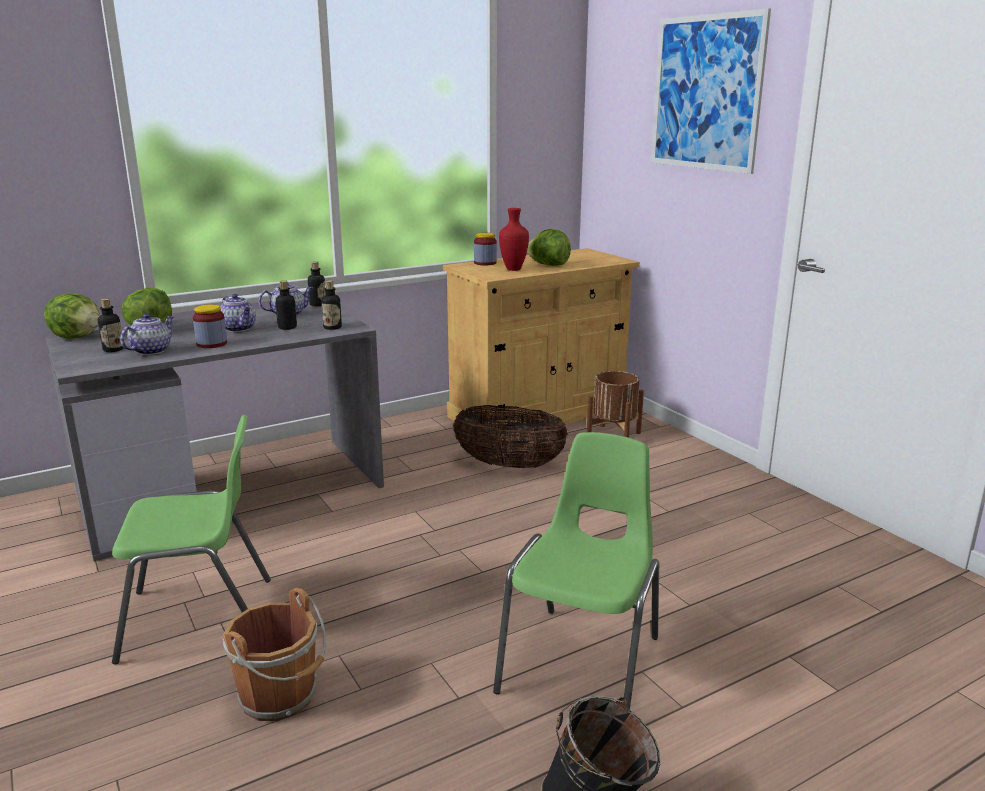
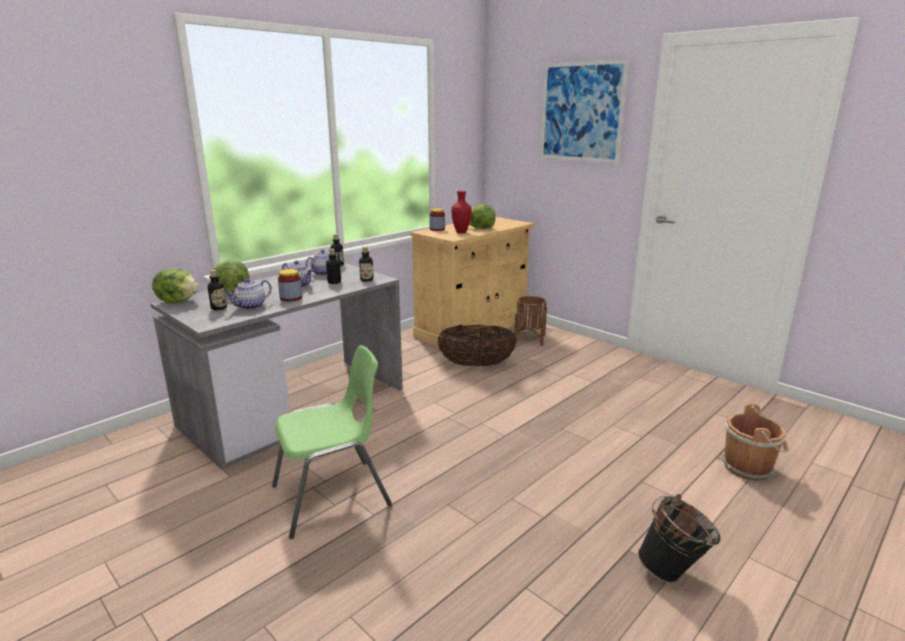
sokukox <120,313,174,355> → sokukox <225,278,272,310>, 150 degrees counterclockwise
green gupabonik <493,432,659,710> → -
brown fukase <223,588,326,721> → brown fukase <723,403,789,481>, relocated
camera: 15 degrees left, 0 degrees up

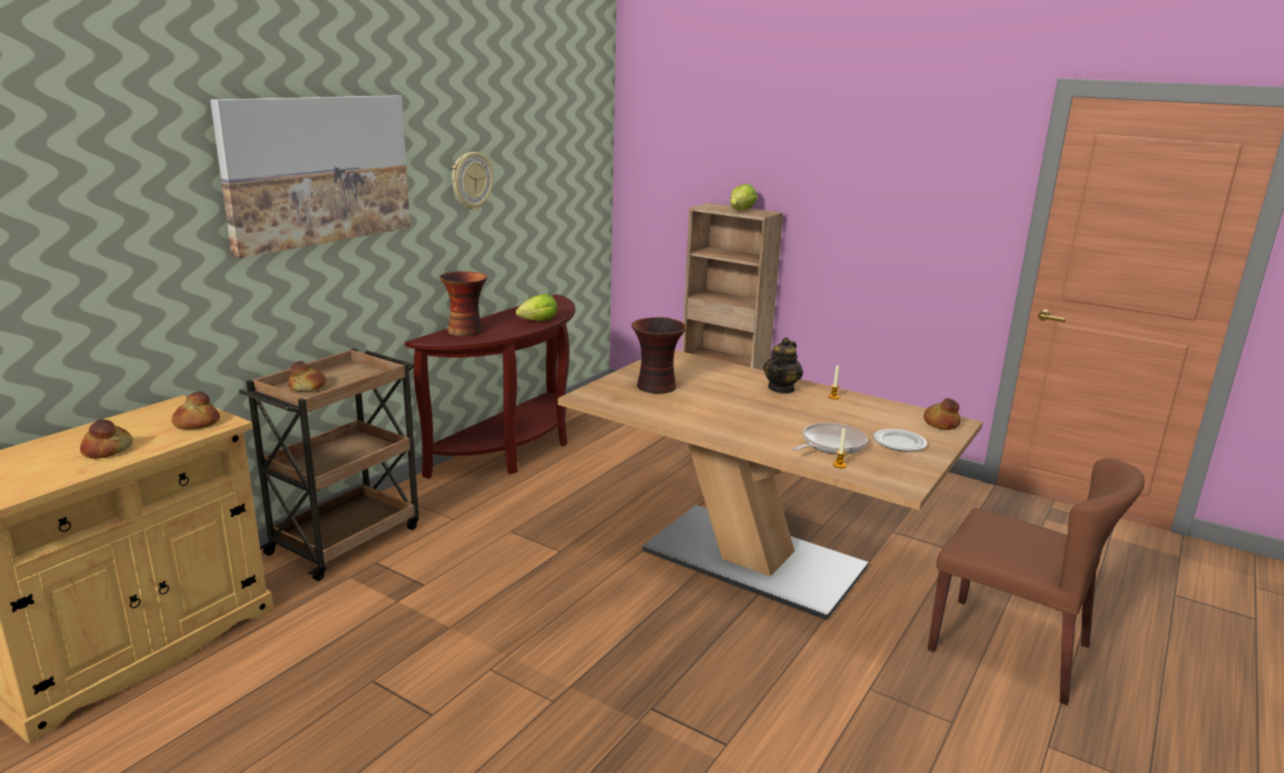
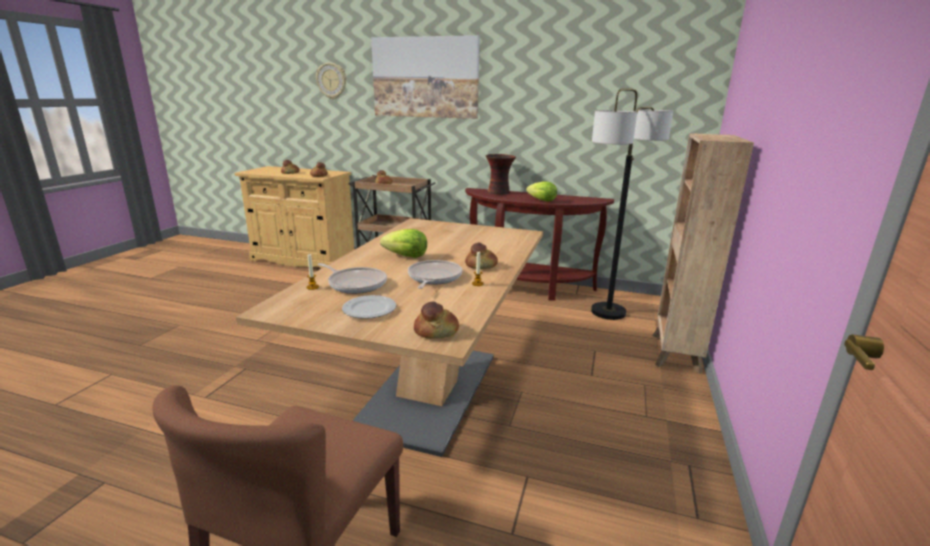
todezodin <452,152,493,210> → todezodin <316,63,346,99>, relocated
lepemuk <730,184,757,210> → lepemuk <380,229,427,258>, relocated
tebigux <631,317,686,394> → -
sokukox <763,337,803,394> → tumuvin <465,243,498,269>
- → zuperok <591,88,673,320>
- → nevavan <408,260,462,289>
camera: 75 degrees right, 0 degrees up

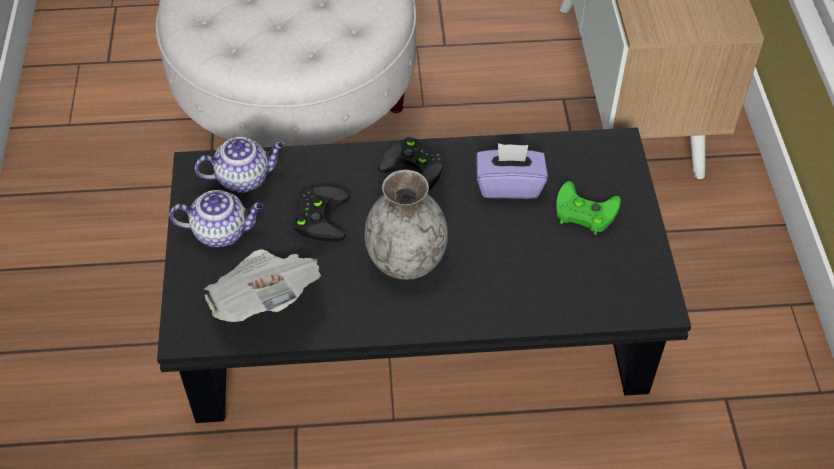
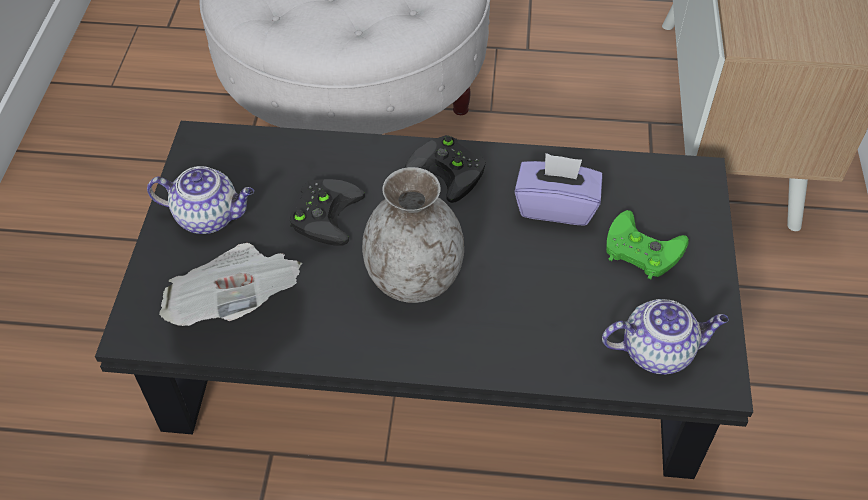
sokukox <195,137,284,193> → sokukox <602,299,729,375>, relocated
camera: 10 degrees right, 0 degrees up

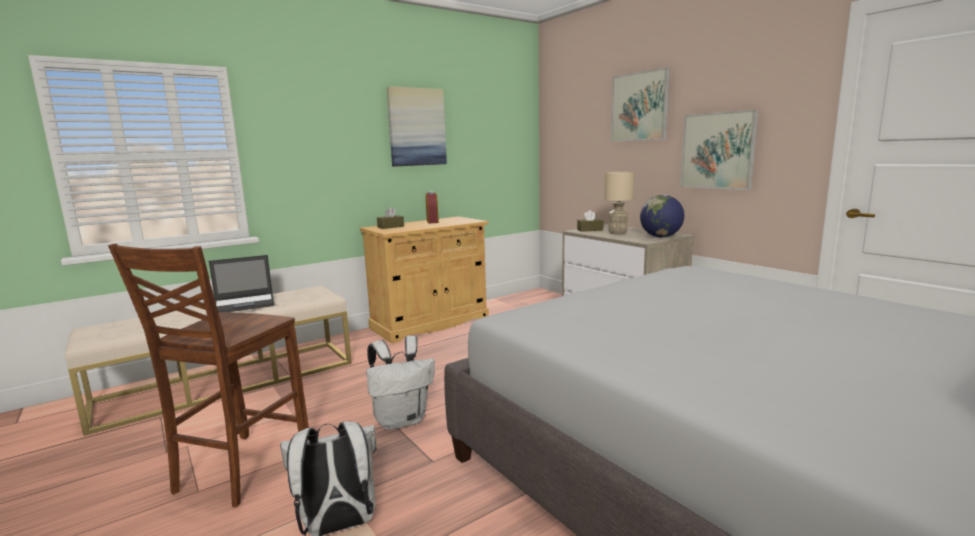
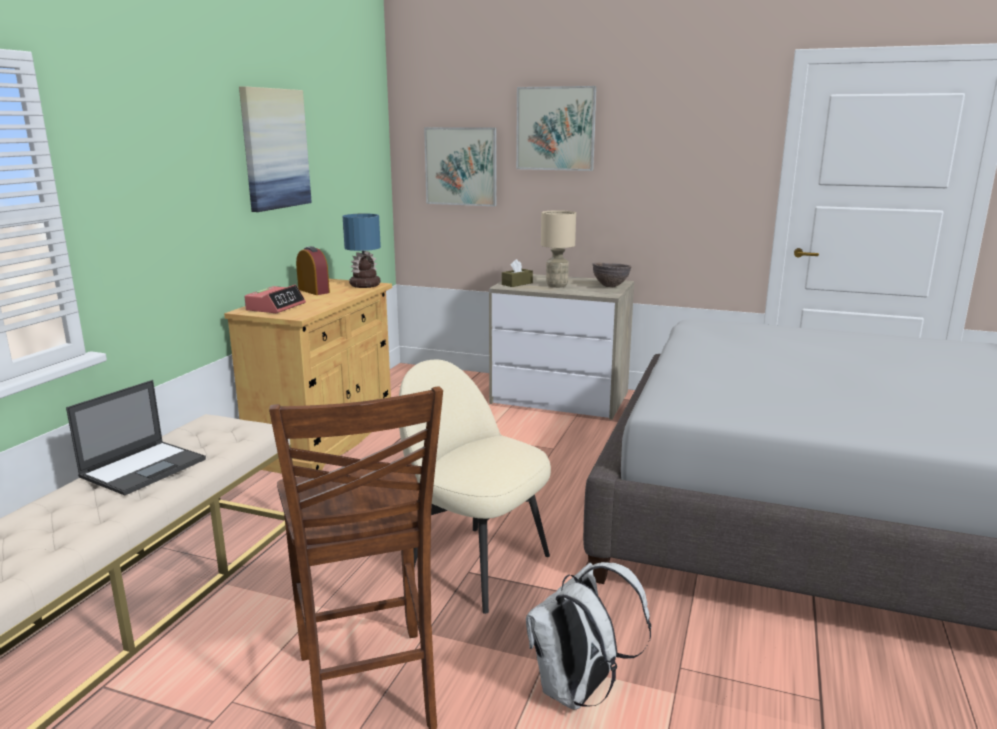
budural <680,109,758,190> → budural <424,127,497,206>, relocated
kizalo <640,195,684,237> → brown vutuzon <592,263,631,288>
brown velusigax <377,207,404,229> → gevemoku <244,285,306,313>
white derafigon <366,335,435,430> → beige gupabonik <399,360,551,614>
- → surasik <343,213,381,288>
camera: 35 degrees left, 5 degrees up

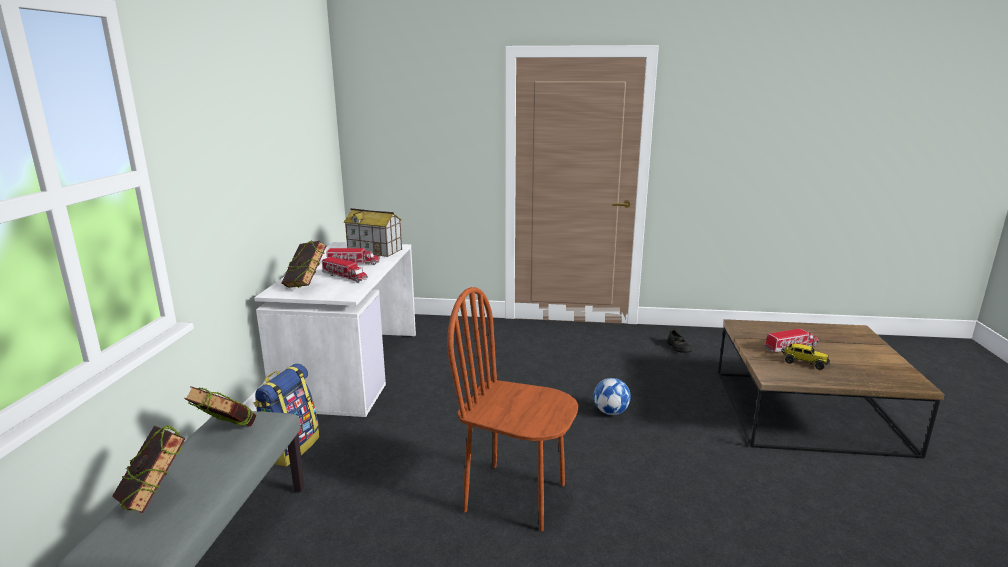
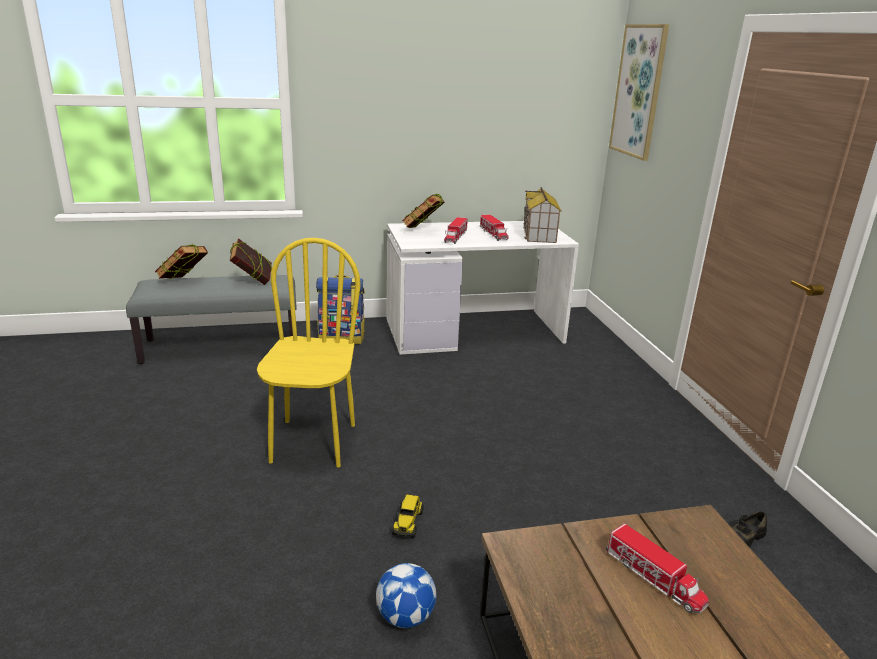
brown gupabonik <447,287,579,531> → yellow gupabonik <257,238,361,467>
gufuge <781,343,830,370> → gufuge <392,495,424,538>, relocated
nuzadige <594,378,631,415> → nuzadige <376,563,436,628>, relocated
- → budural <609,24,669,161>
camera: 70 degrees right, 5 degrees up

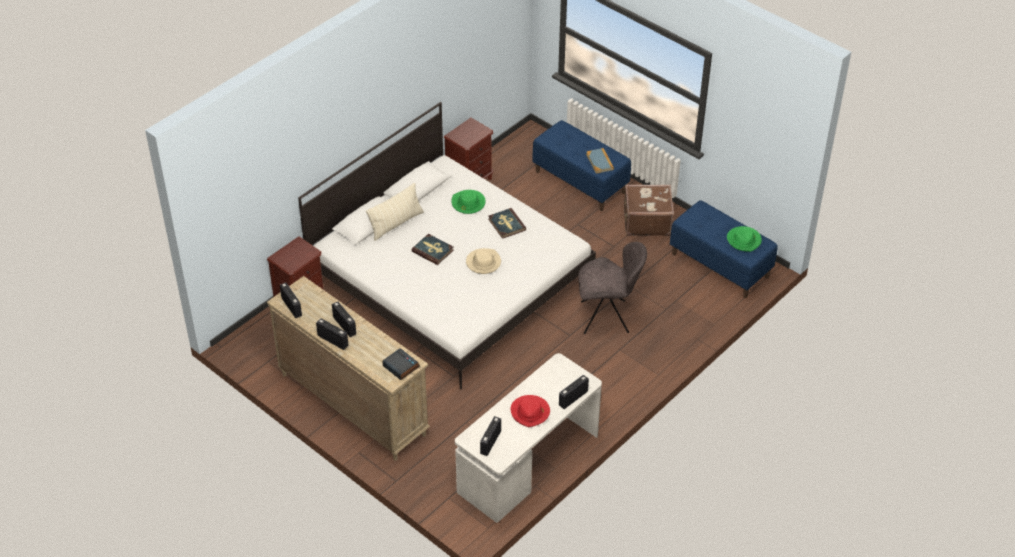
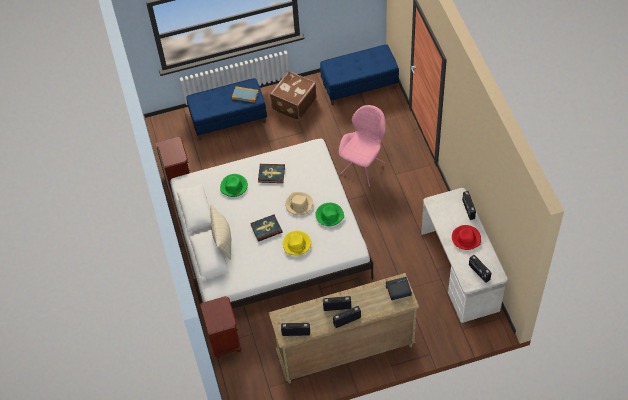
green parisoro <727,226,762,252> → green parisoro <315,203,344,226>, relocated
grey gupabonik <578,242,647,334> → pink gupabonik <339,105,386,187>
- → yellow parisoro <283,231,311,256>
camera: 55 degrees left, 10 degrees up

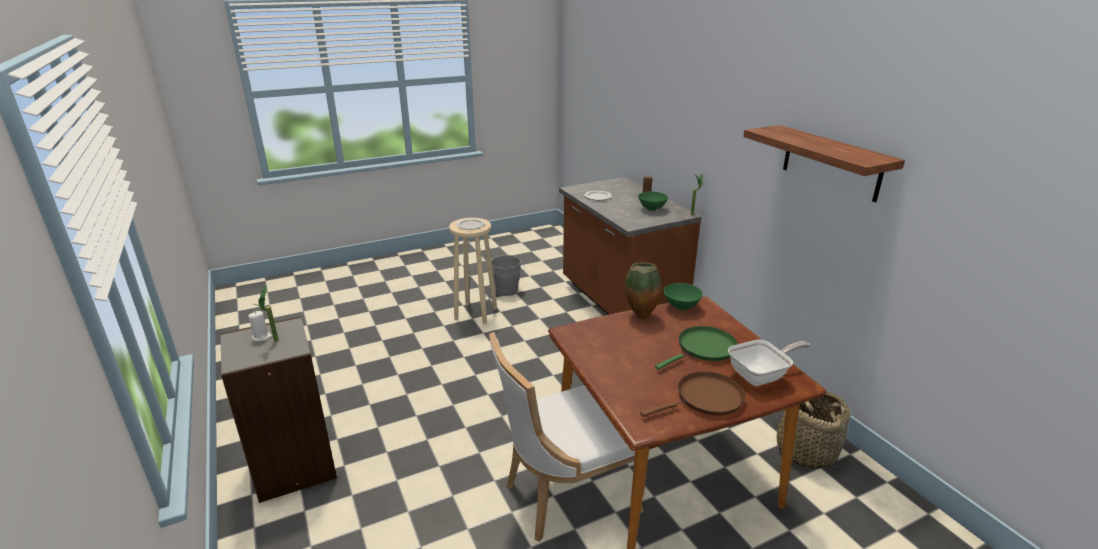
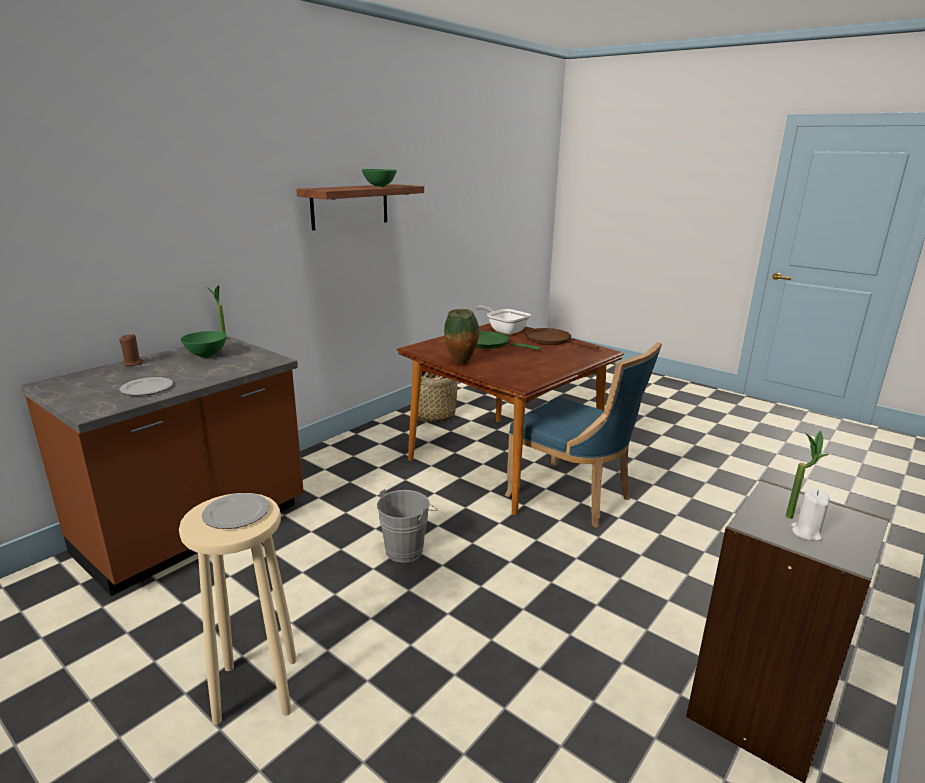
grey fukase <491,255,525,296> → grey fukase <377,489,438,563>, relocated
green vutuzon <664,283,703,310> → green vutuzon <362,169,397,187>, relocated
white gupabonik <489,332,647,542> → blue gupabonik <505,342,662,528>
camera: 115 degrees left, 5 degrees down

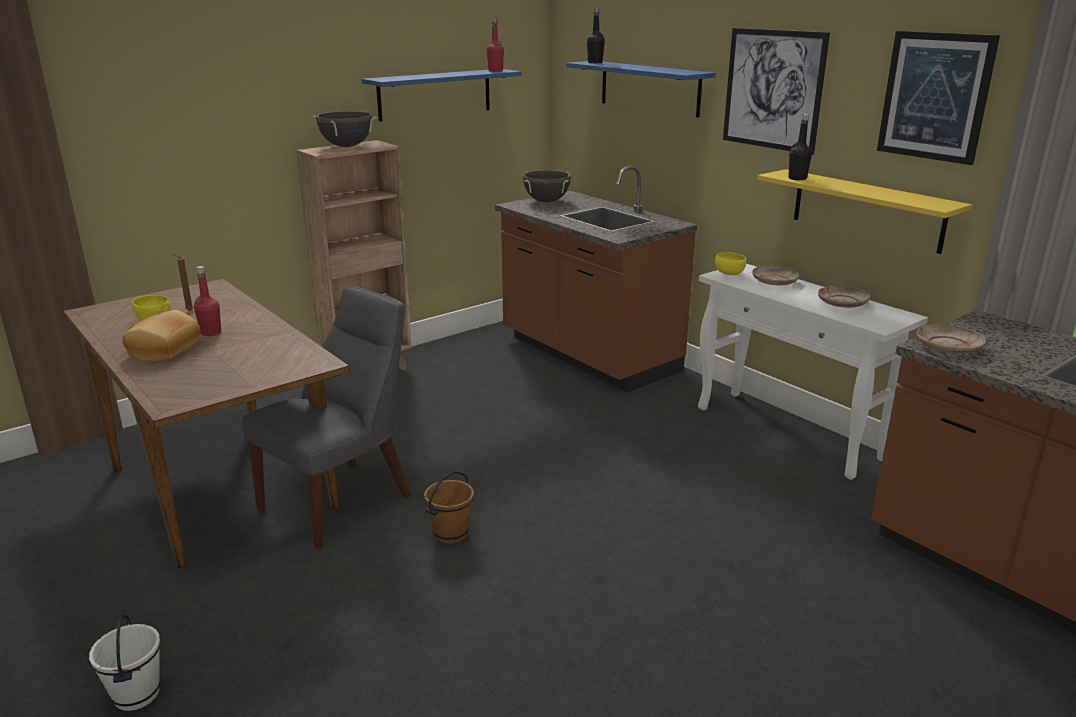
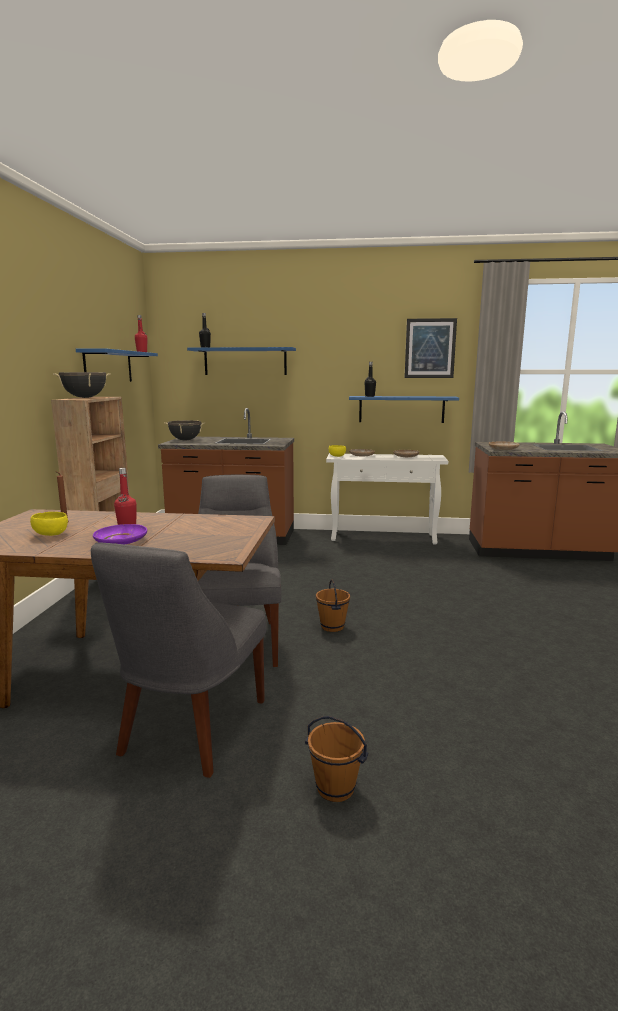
budural <723,28,830,155> → -
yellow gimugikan <757,169,972,254> → blue gimugikan <349,396,459,423>
tumuvin <123,310,201,361> → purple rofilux <93,524,147,544>
white fukase <89,615,160,711> → brown fukase <305,716,368,802>
- → grey gupabonik <91,542,266,778>
camera: 45 degrees left, 10 degrees down

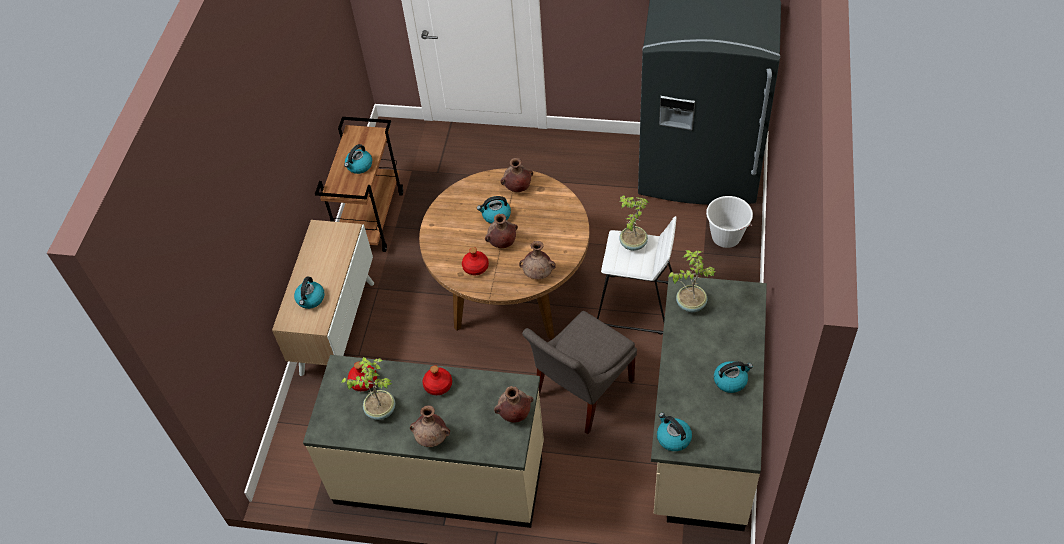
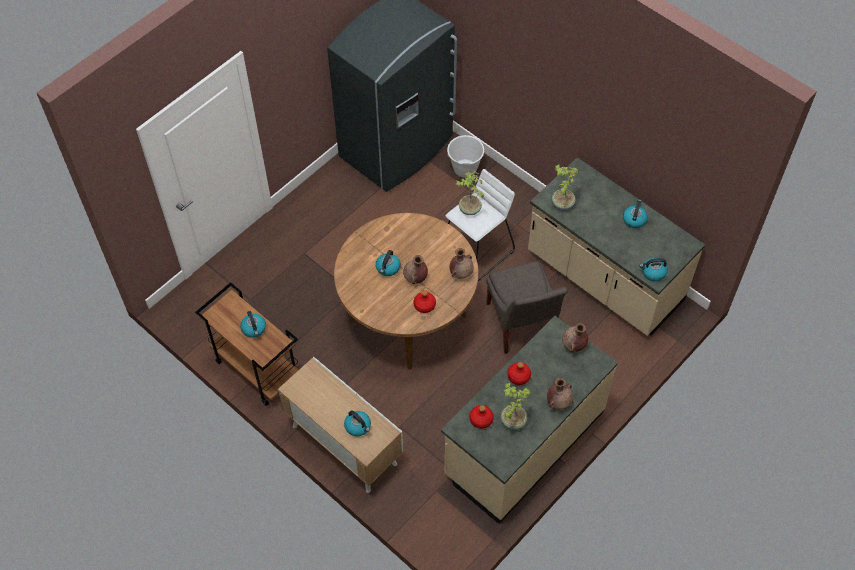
brown tebigux <500,158,533,192> → -
camera: 60 degrees left, 5 degrees up

